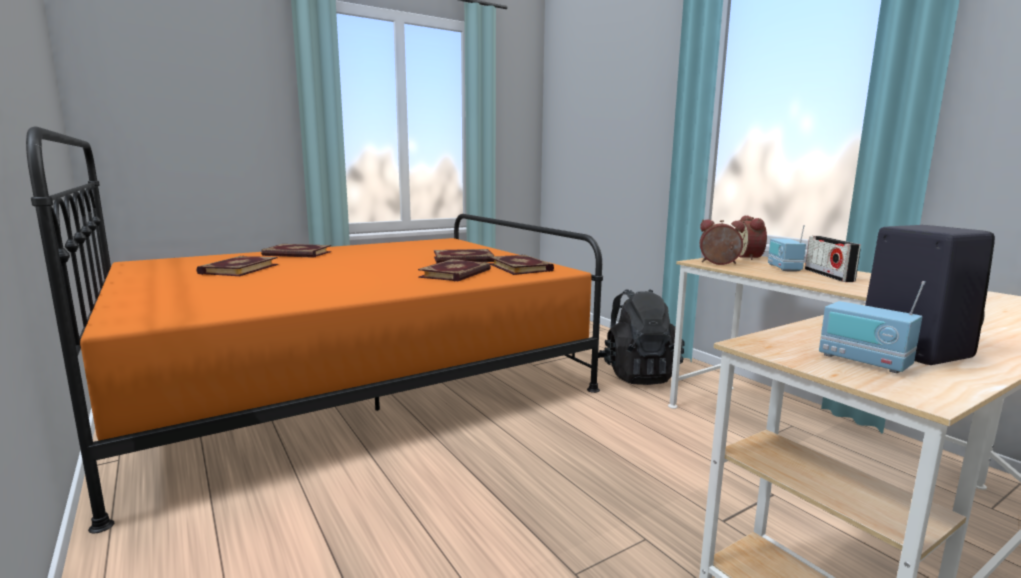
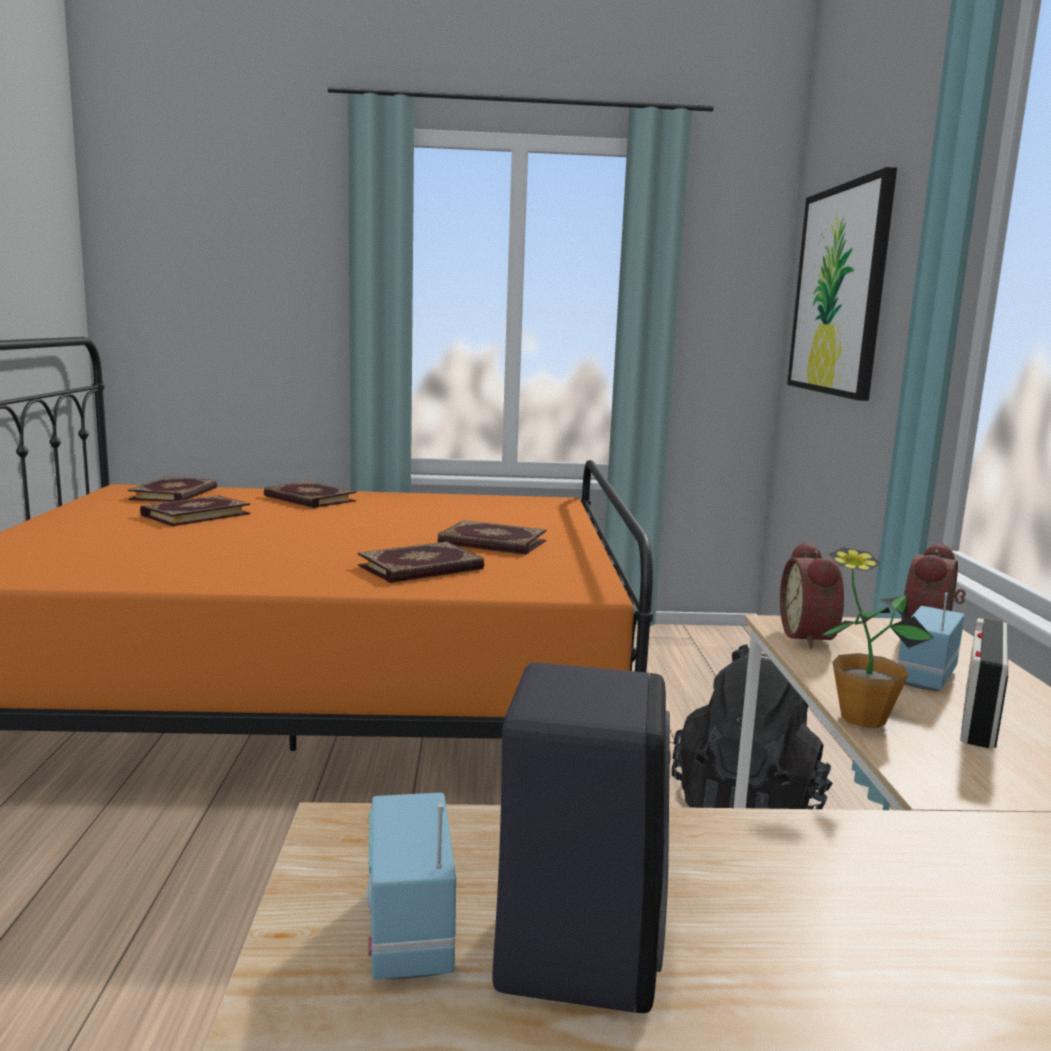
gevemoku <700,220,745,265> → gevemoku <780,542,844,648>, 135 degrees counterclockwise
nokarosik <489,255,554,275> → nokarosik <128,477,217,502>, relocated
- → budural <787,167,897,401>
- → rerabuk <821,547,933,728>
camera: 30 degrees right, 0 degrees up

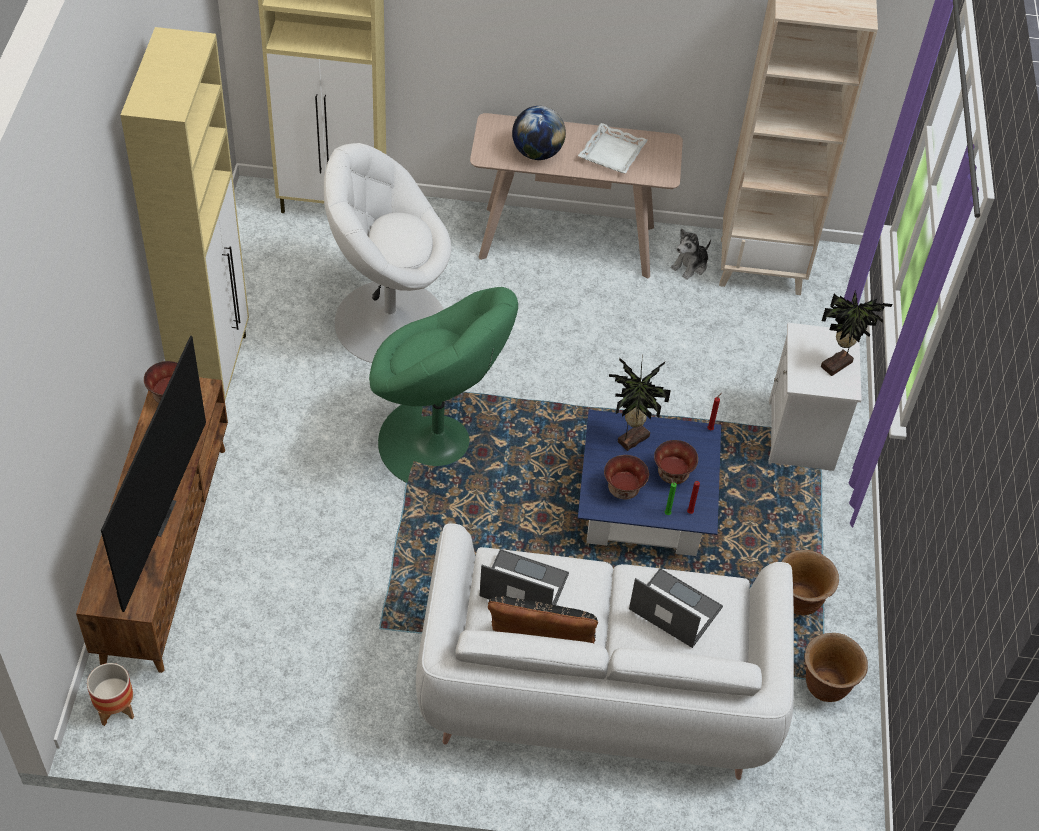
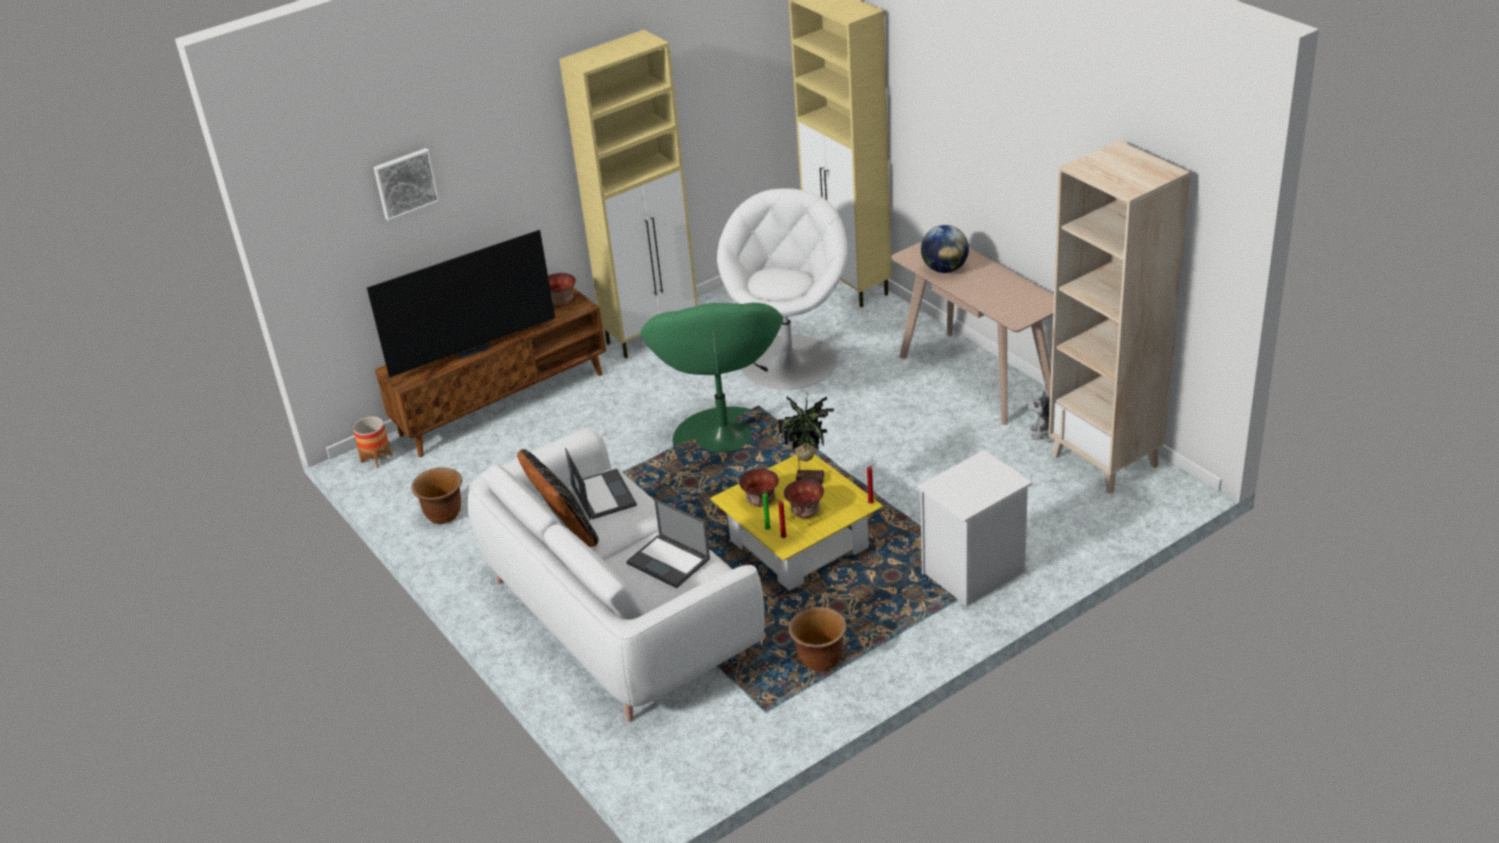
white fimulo <578,123,648,174> → -
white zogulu <324,143,451,363> → white zogulu <717,188,848,390>, 60 degrees clockwise
rerabuk <821,291,892,376> → -
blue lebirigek <578,410,721,556> → yellow lebirigek <710,454,883,591>
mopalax <629,568,723,648> → mopalax <626,499,710,588>, 135 degrees clockwise
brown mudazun <804,633,868,702> → brown mudazun <411,468,462,524>, relocated
- → budural <373,148,440,221>
camera: 55 degrees right, 15 degrees down

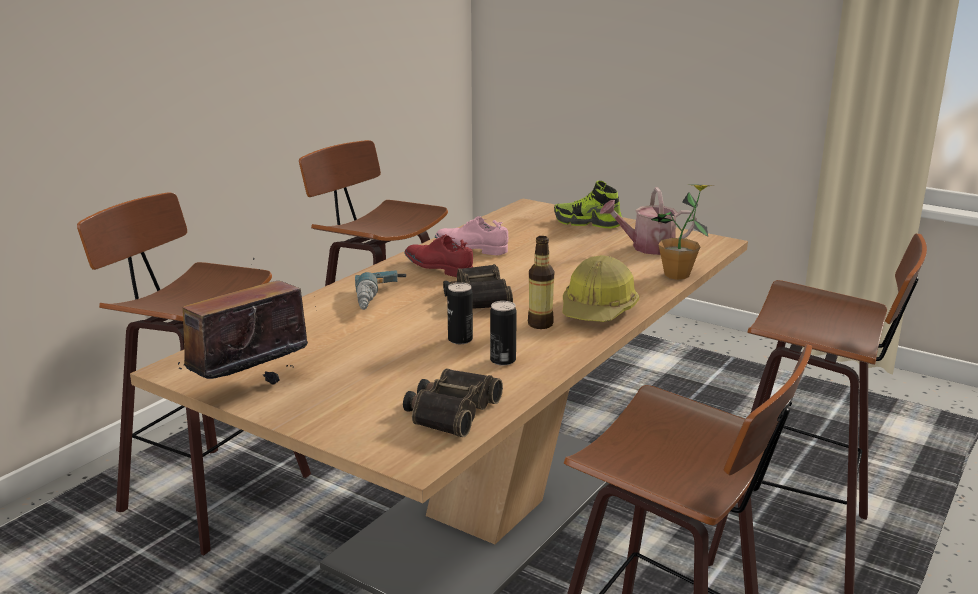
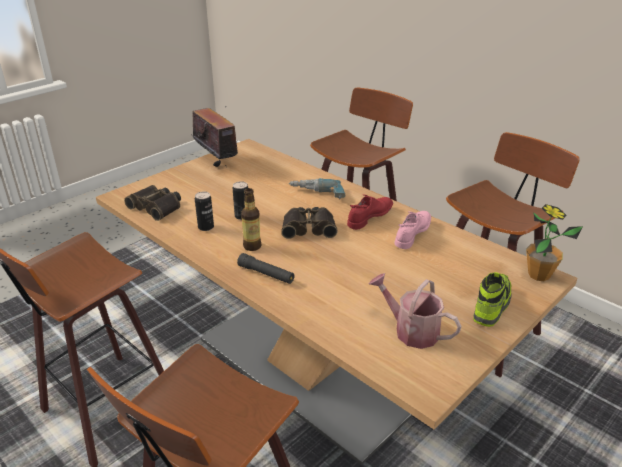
rerabuk <651,184,713,280> → rerabuk <526,204,583,281>, relocated
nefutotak <600,187,697,255> → nefutotak <369,273,461,349>, 60 degrees counterclockwise
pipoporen <562,255,639,322> → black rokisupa <237,253,295,284>
camera: 100 degrees right, 10 degrees up

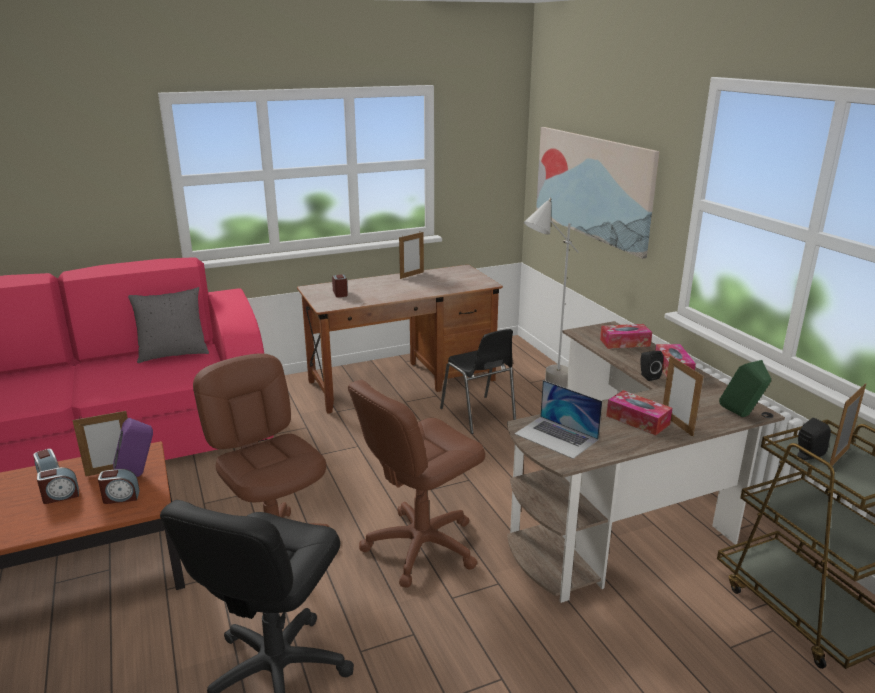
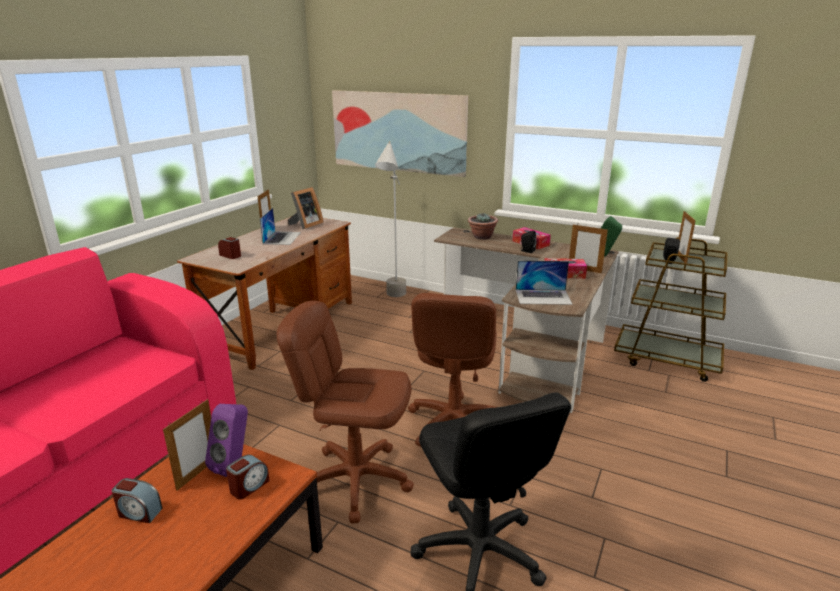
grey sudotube <128,287,209,363> → -
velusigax <600,324,652,349> → rerabuk <468,213,498,240>
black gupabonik <440,329,516,434> → -
gevemoku <37,467,79,504> → -
- → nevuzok <288,187,324,229>
- → mopalax <260,208,301,245>
camera: 40 degrees left, 0 degrees up

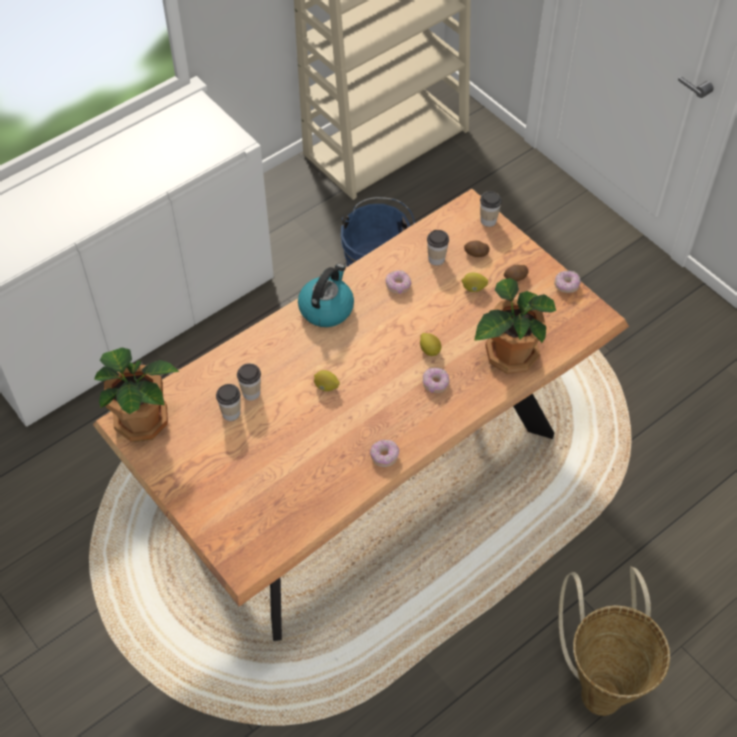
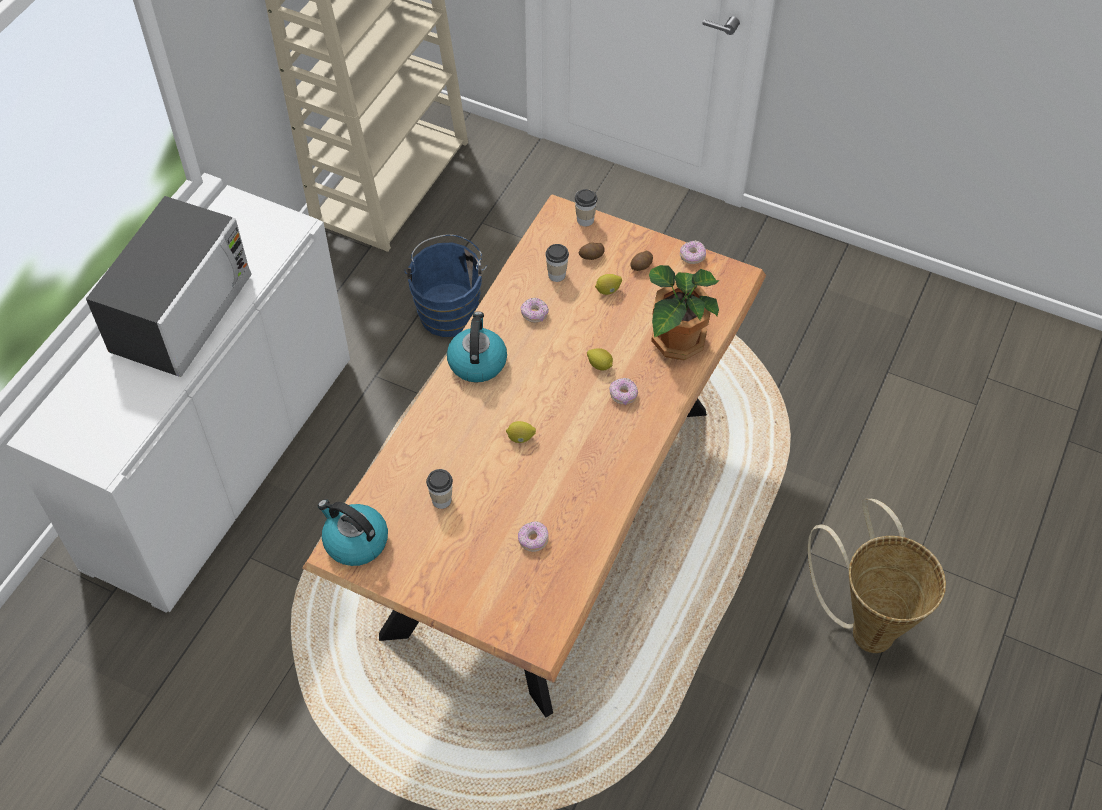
rerabuk <94,347,179,442> → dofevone <318,499,388,566>
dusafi <237,363,261,400> → -
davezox <370,440,399,467> → davezox <518,521,549,552>, relocated
- → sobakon <86,196,252,377>
camera: 25 degrees left, 0 degrees up

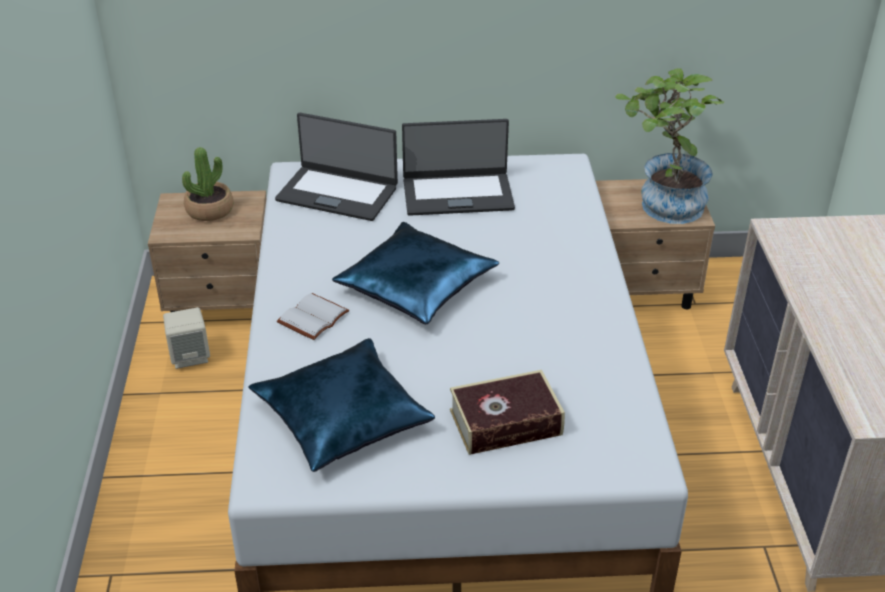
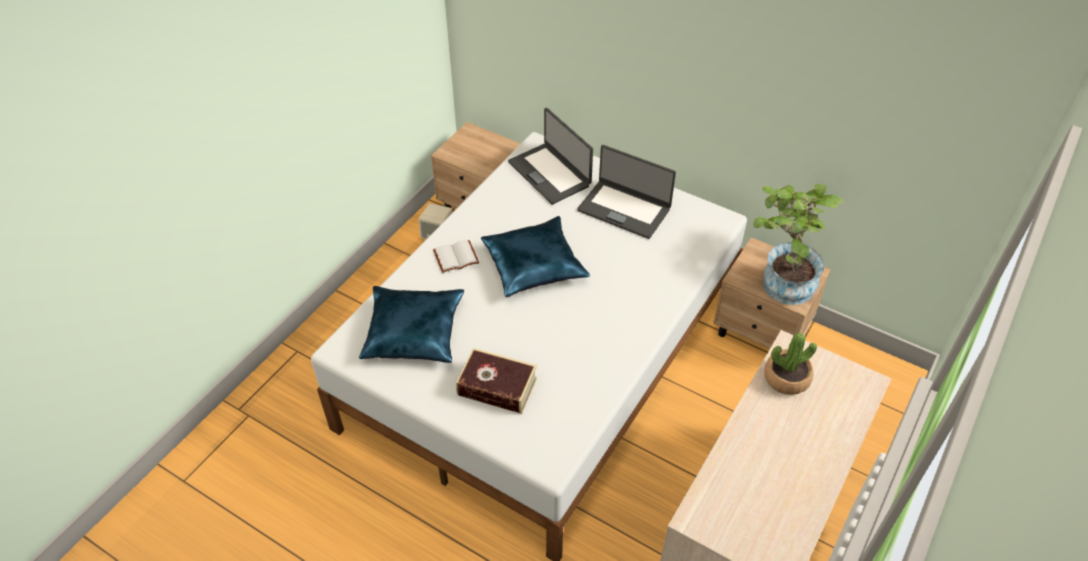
rerabuk <182,147,233,221> → rerabuk <764,333,817,395>, relocated
camera: 35 degrees right, 10 degrees up

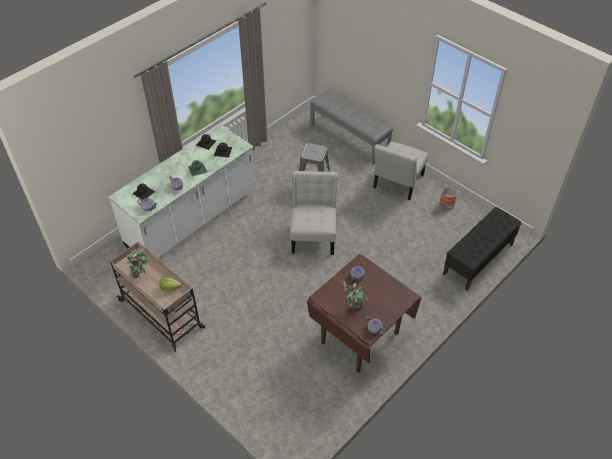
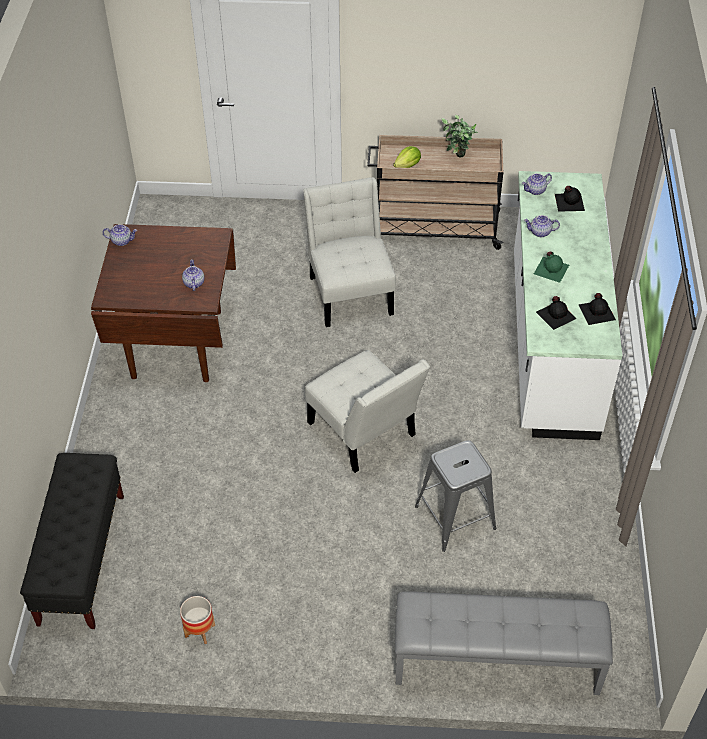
white gupabonik <373,142,428,200> → white gupabonik <303,177,396,327>, relocated
rerabuk <343,282,369,309> → -
camera: 140 degrees right, 0 degrees up

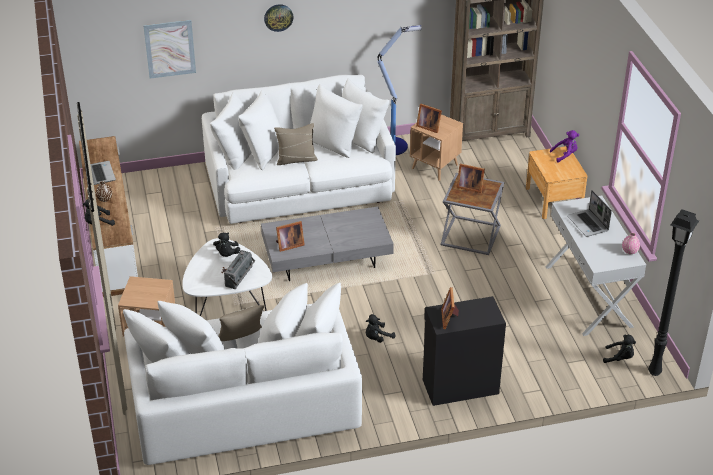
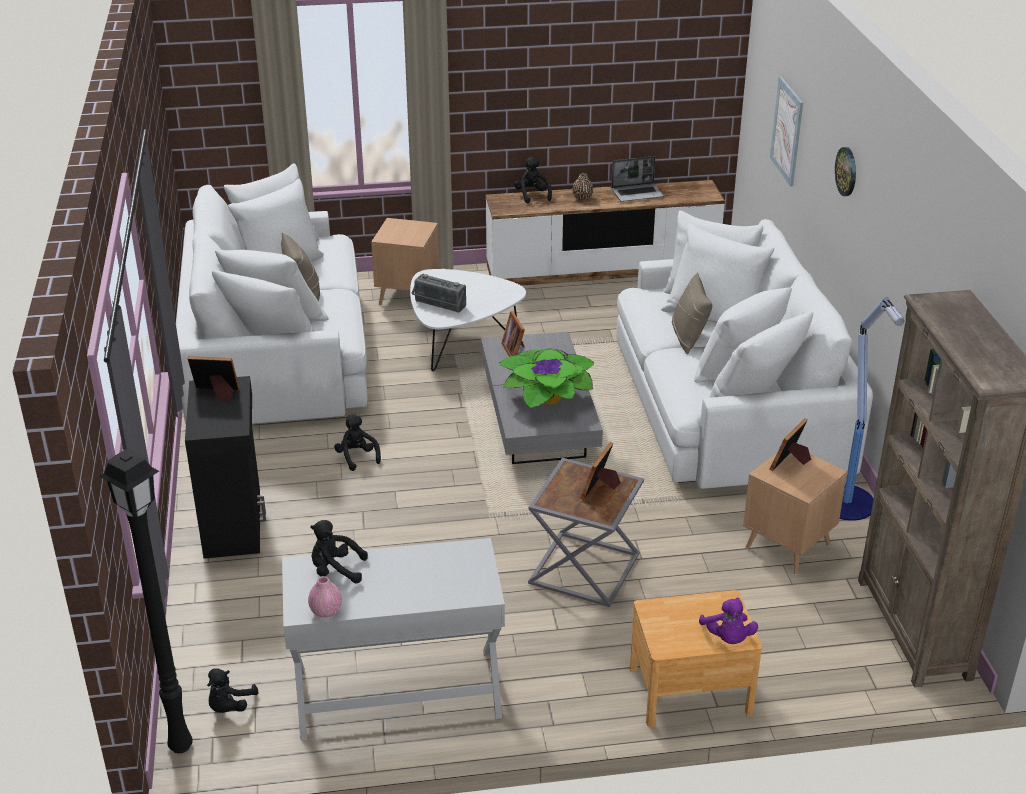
mopalax <567,190,612,237> → -
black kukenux <213,233,240,257> → black kukenux <310,520,368,583>, relocated
- → rerabuk <499,348,594,409>
camera: 95 degrees right, 5 degrees down

